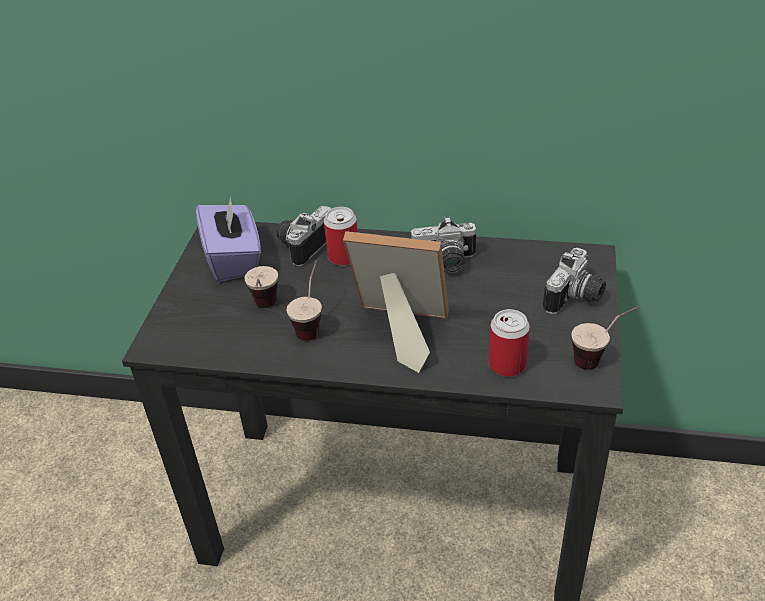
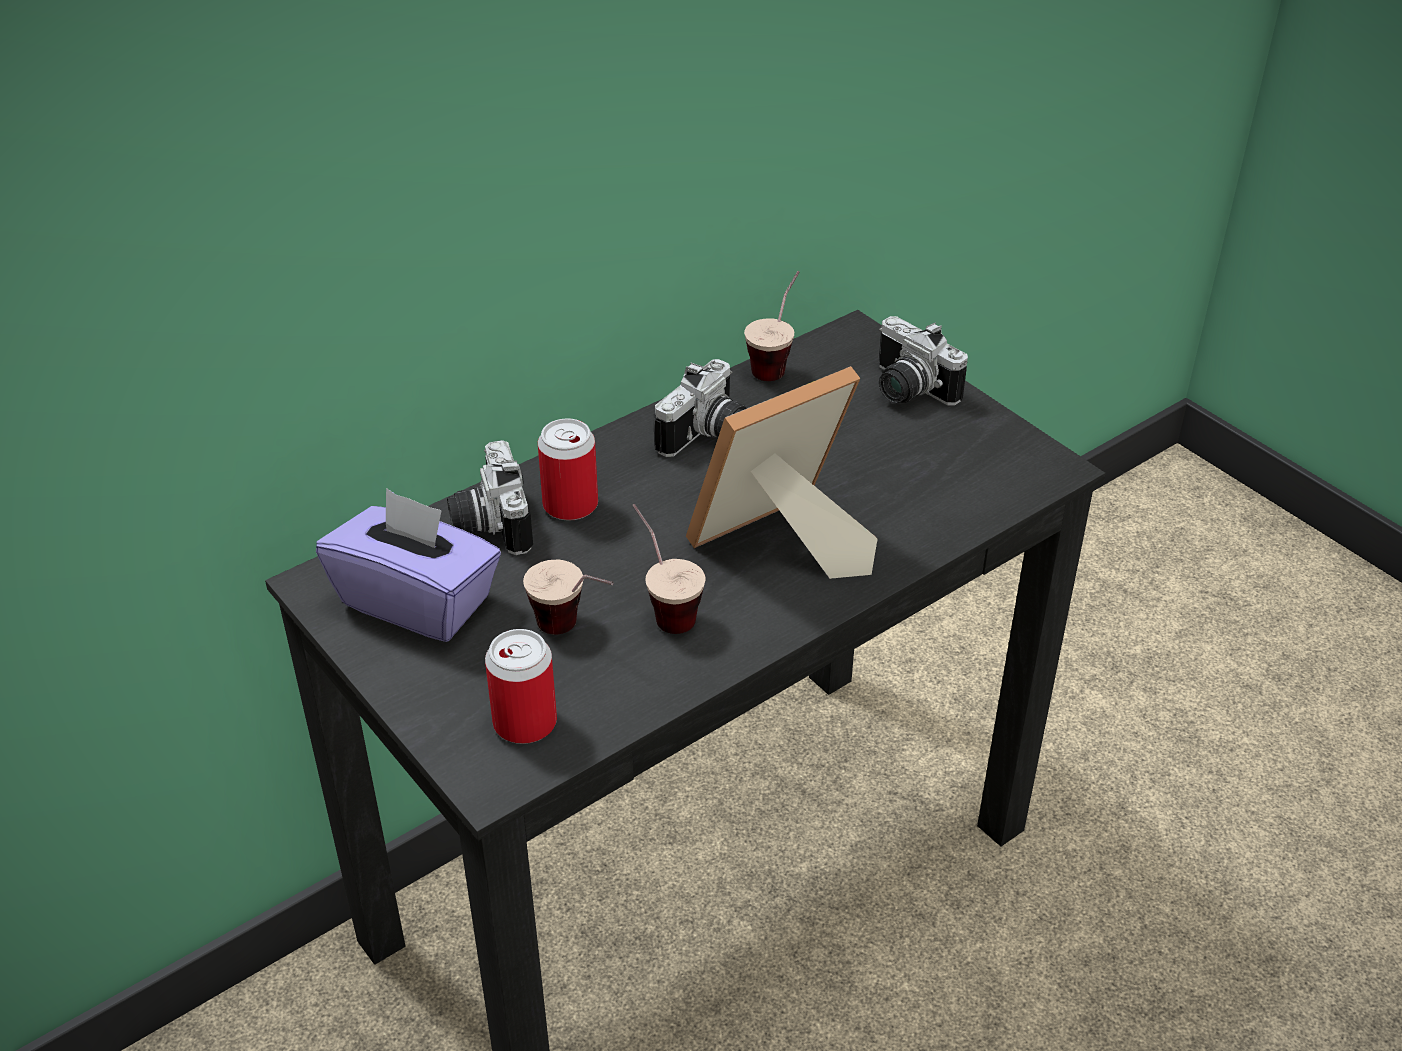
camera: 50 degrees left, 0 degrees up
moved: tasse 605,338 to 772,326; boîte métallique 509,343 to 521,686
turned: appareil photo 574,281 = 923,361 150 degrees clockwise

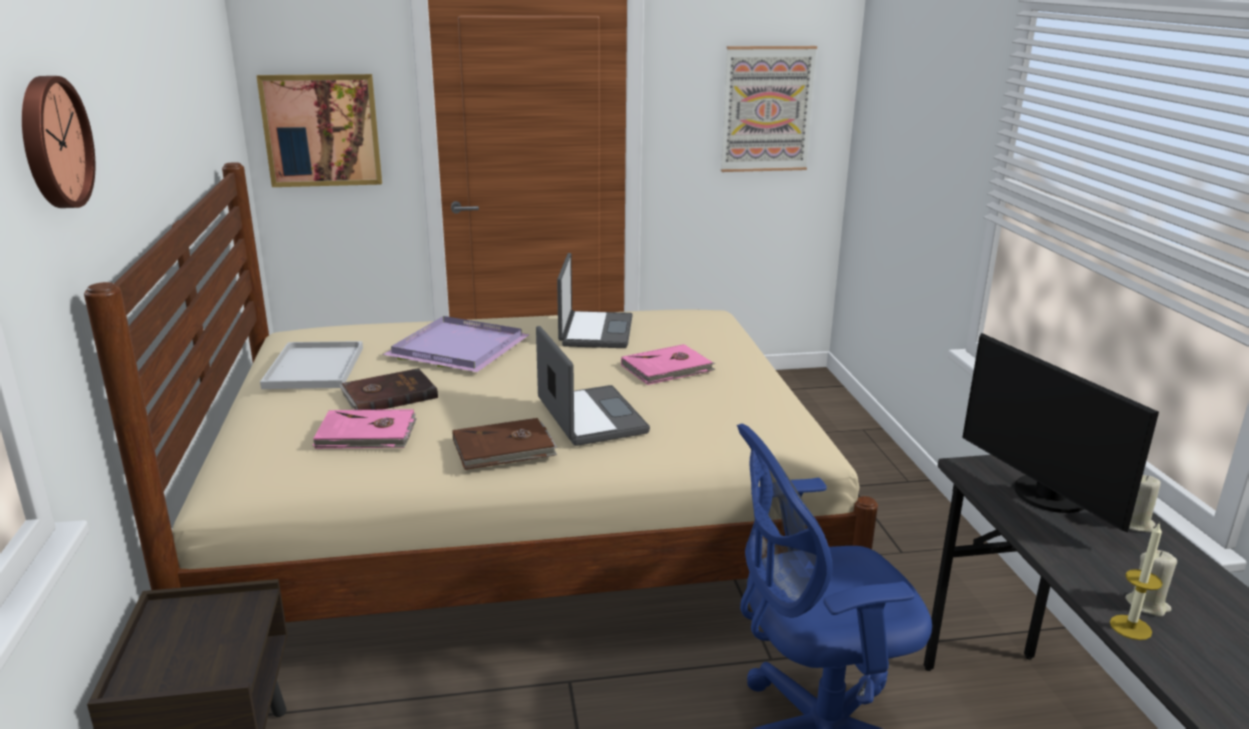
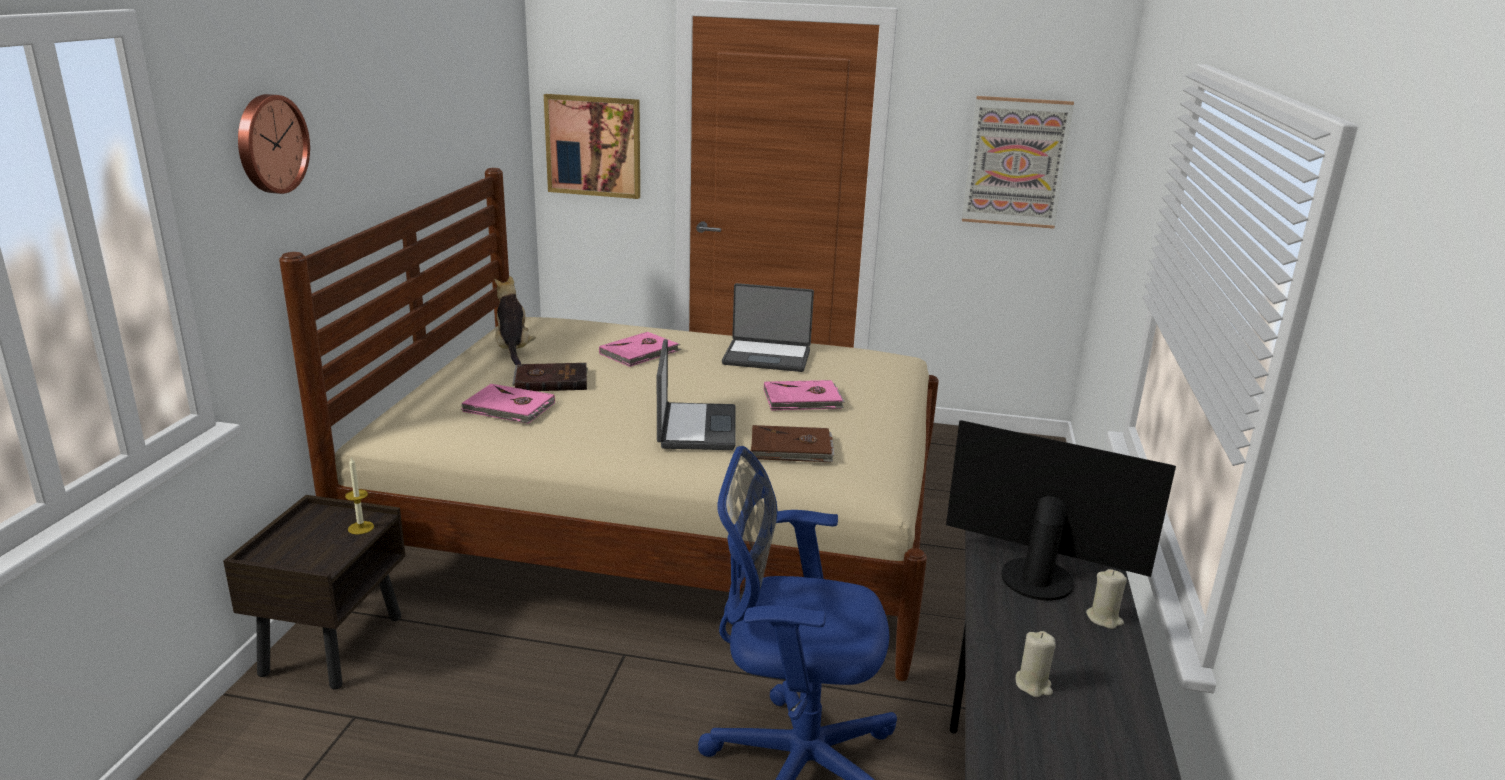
camera: 20 degrees right, 0 degrees up
moved: livre [marron] 505,444 to 792,443; bougie 1136,581 to 359,496
replaced: plateau [violet] 456,344 to livre [rose] 640,349; plateau [blanc] 311,365 to peluche 515,320
turned: ordinateur portable 595,300 = 768,327 75 degrees clockwise; écran d'ordinateur 1060,432 = 1061,510 120 degrees clockwise

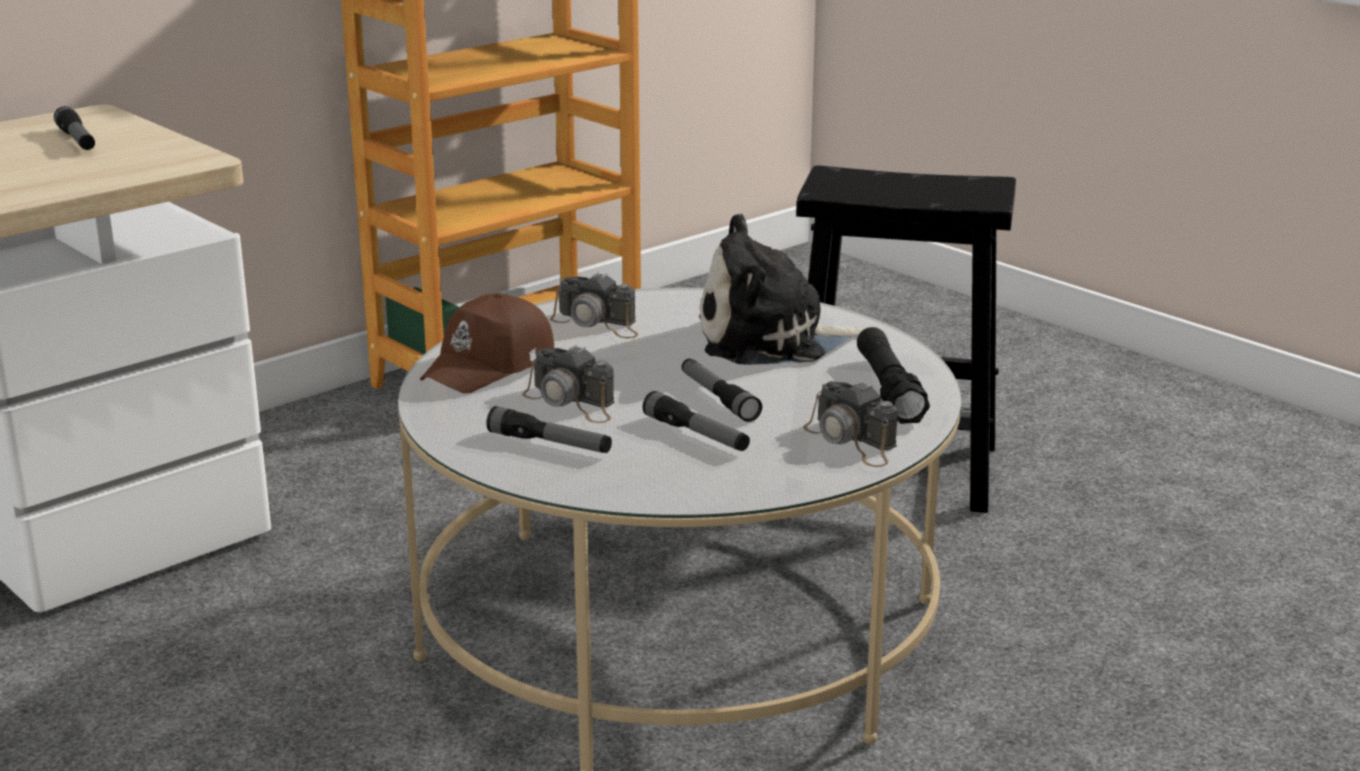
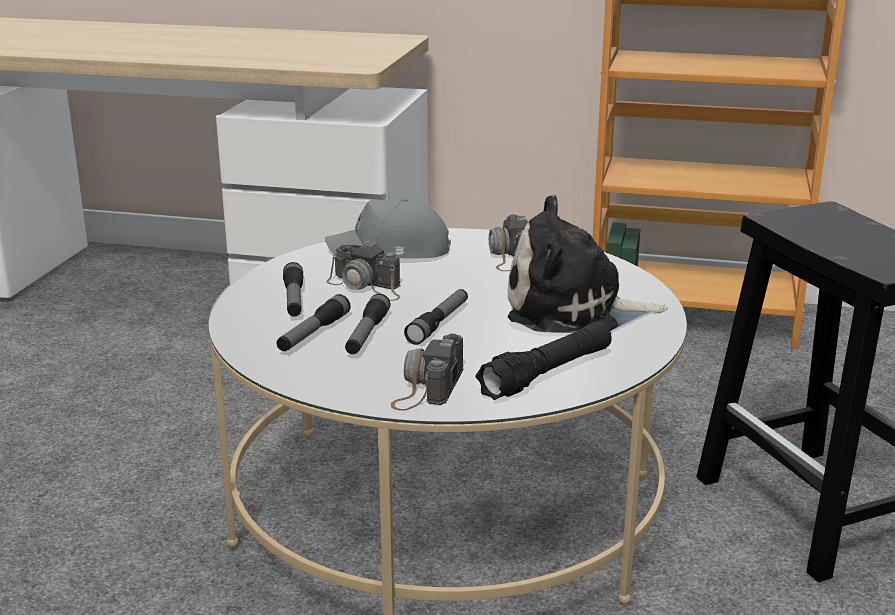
camera: 55 degrees right, 0 degrees up
moved: lampe de poche 74,128 to 314,322
recoloured: casquette [marron] 487,343 to casquette [gris] 388,228
turned: peluche 782,289 = 588,264 45 degrees counterclockwise; appareil photo 568,384 = 363,271 60 degrees counterclockwise

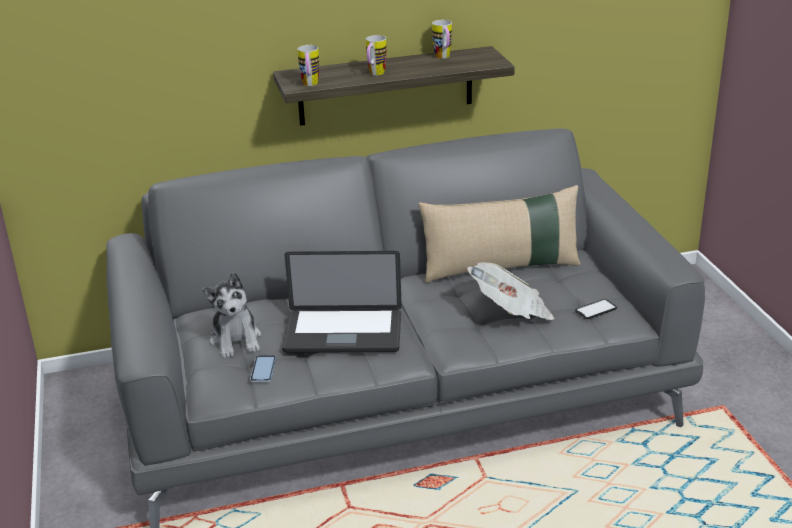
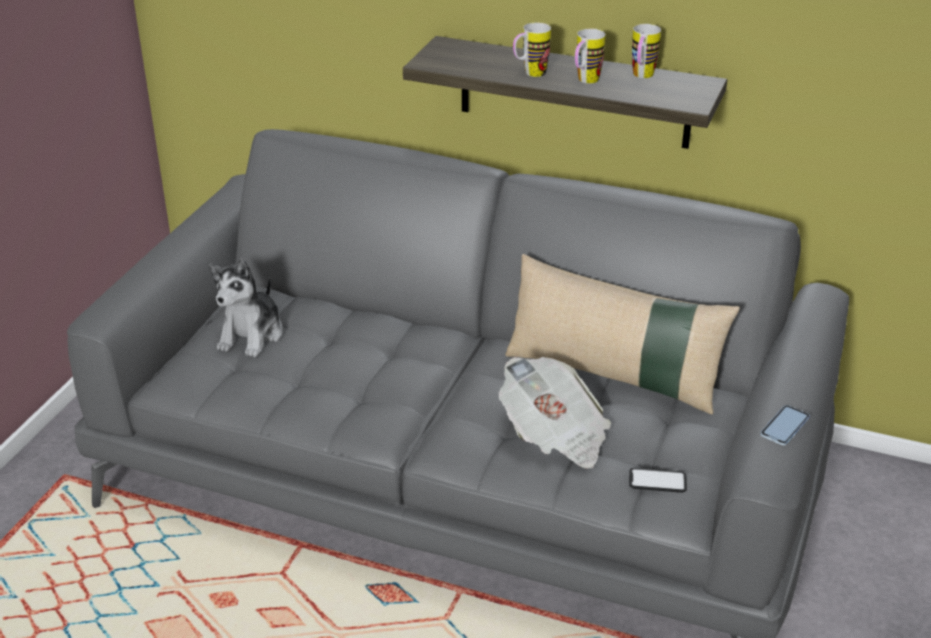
camera: 35 degrees right, 5 degrees up
removed: ordinateur portable 342,302
moved: mug 308,65 to 590,56; téléphone 263,368 to 785,425

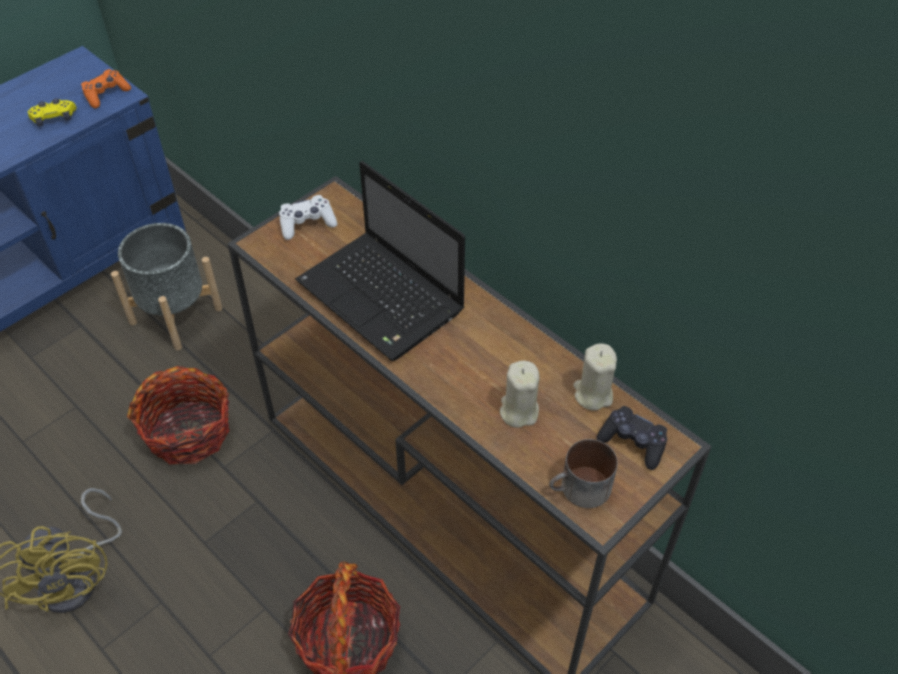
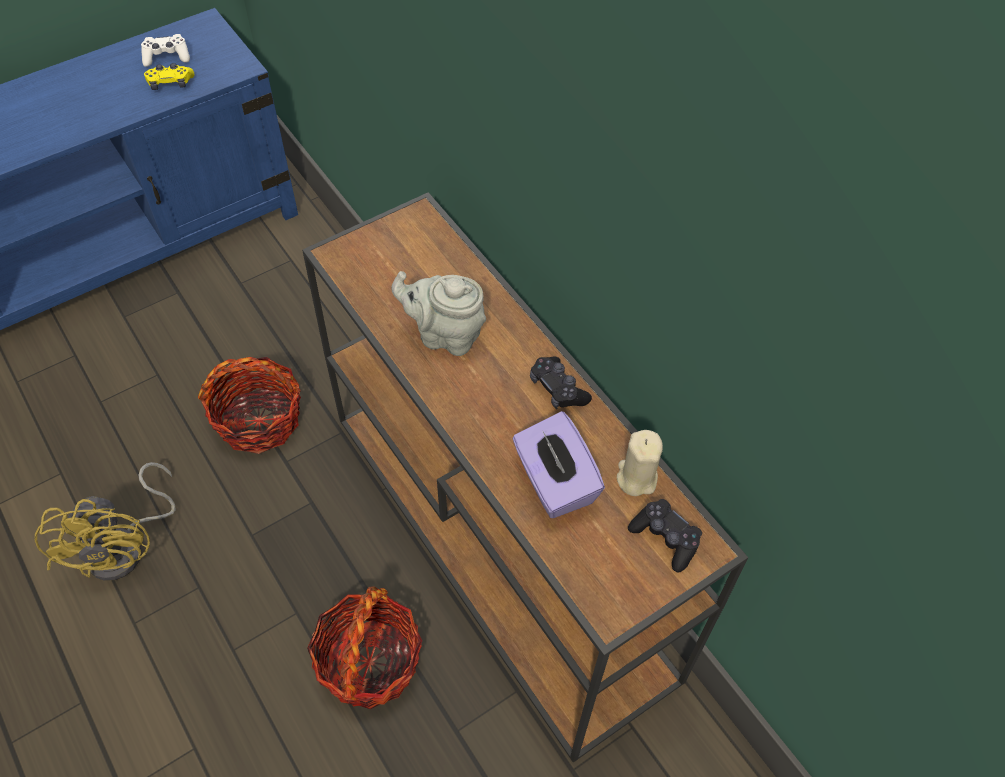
camera: 10 degrees right, 5 degrees up
removed: manette [orange] 106,88; cache-pot [gris] 166,286; mug 583,473
added: manette [noir] 561,383
moved: manette [blanc] 308,217 to 165,50
replaced: ordinateur portable 380,261 to théière [gris] 438,313; bougie [beige] 519,394 to boîte à mouchoirs [violet] 558,464

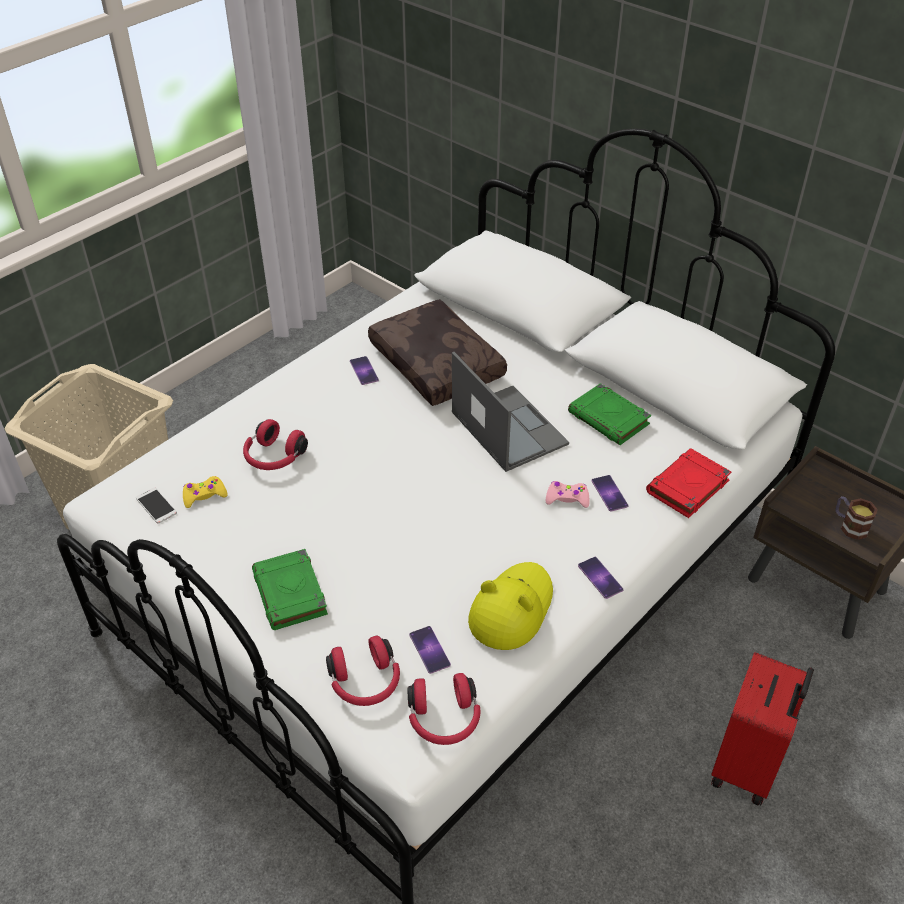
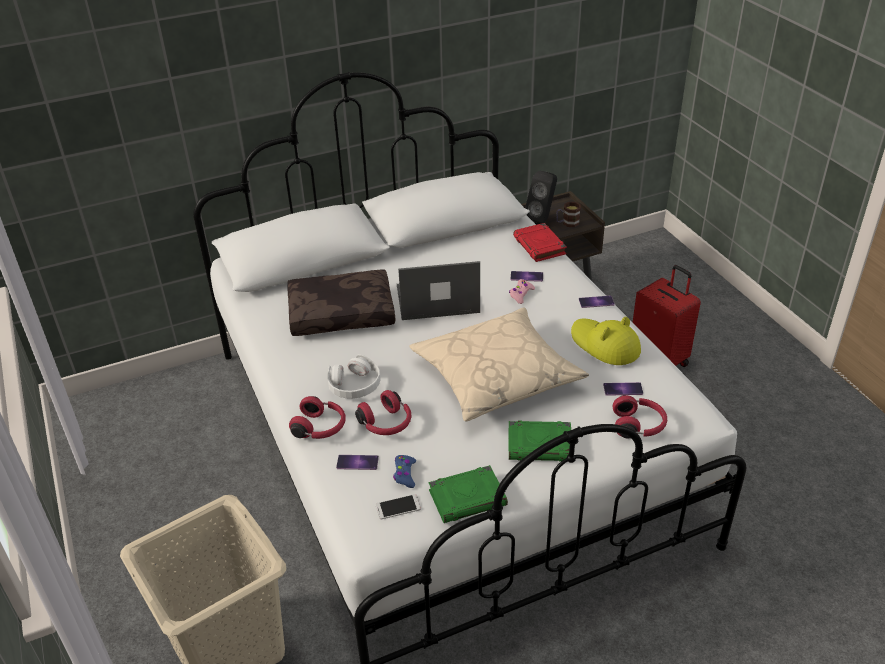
camera: 65 degrees left, 5 degrees down
added: enceinte [noir] 541,198; coussin [beige] 499,364; casque audio [blanc] 353,376
moved: téléphone 364,370 to 357,462; livre [vert] 609,414 to 468,494; casque audio [rouge] 444,709 to 317,417
recoloured: manette [jaune] 205,492 to manette [bleu] 404,471

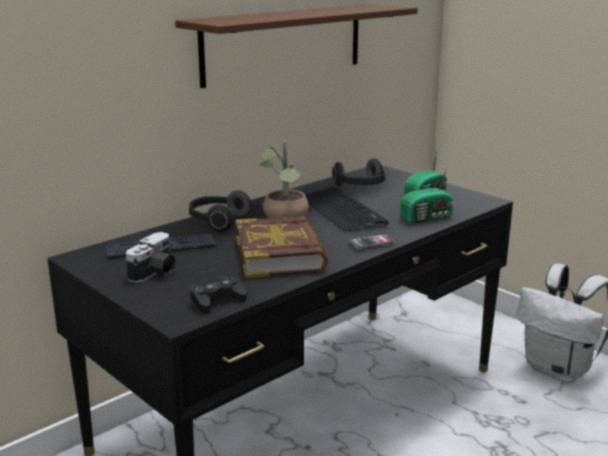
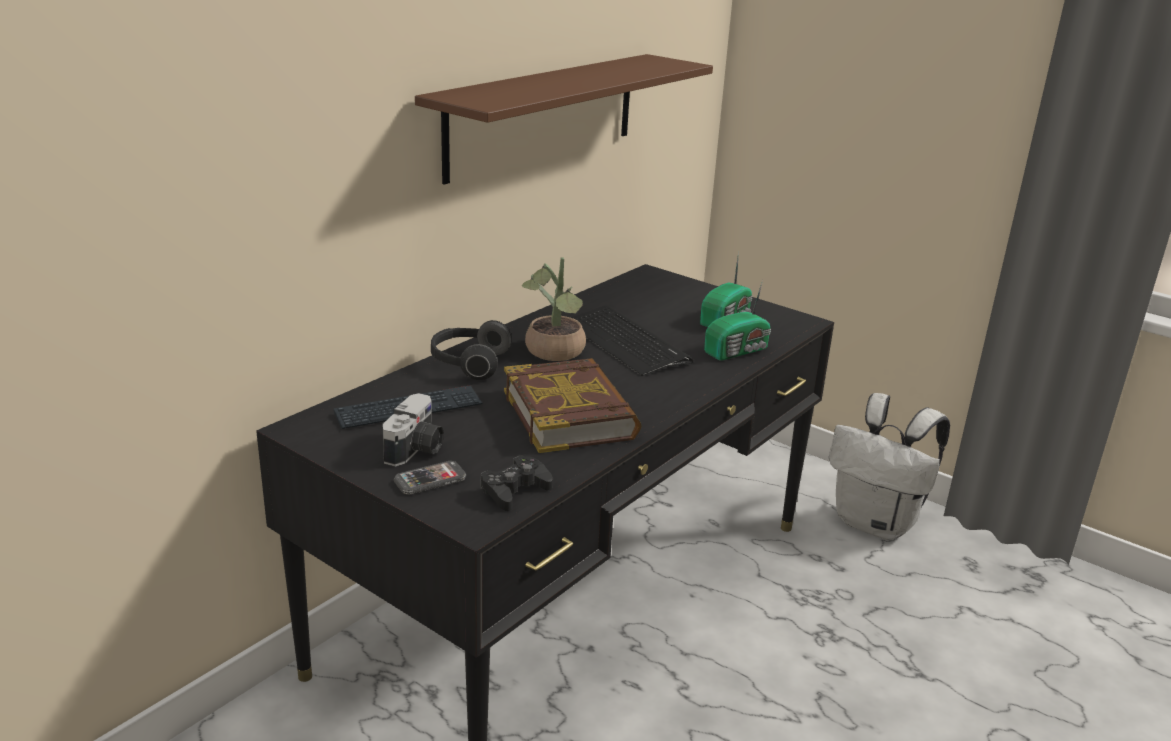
camera: 10 degrees left, 5 degrees up
removed: casque audio 358,172
moved: téléphone 371,242 to 430,478

